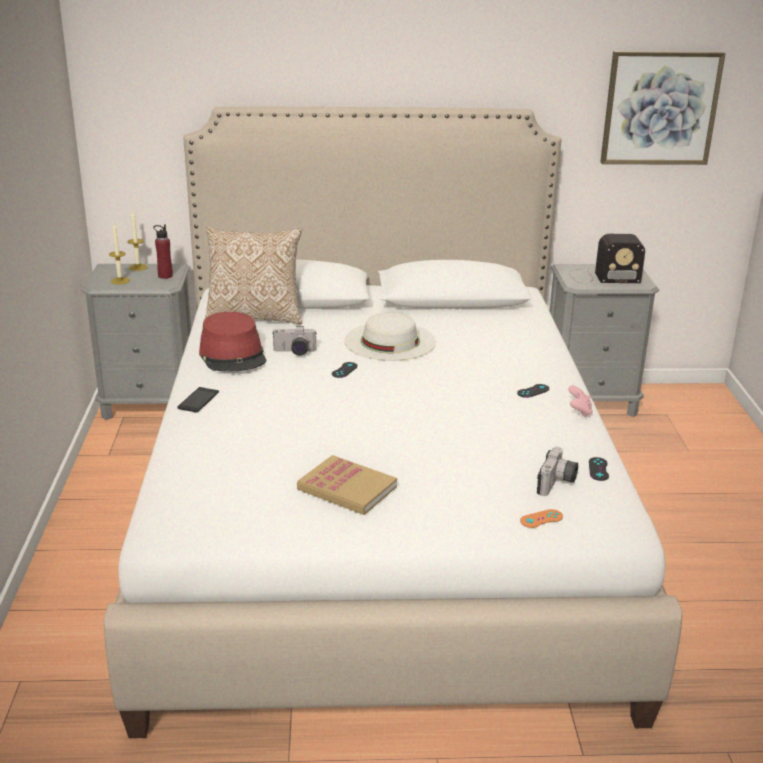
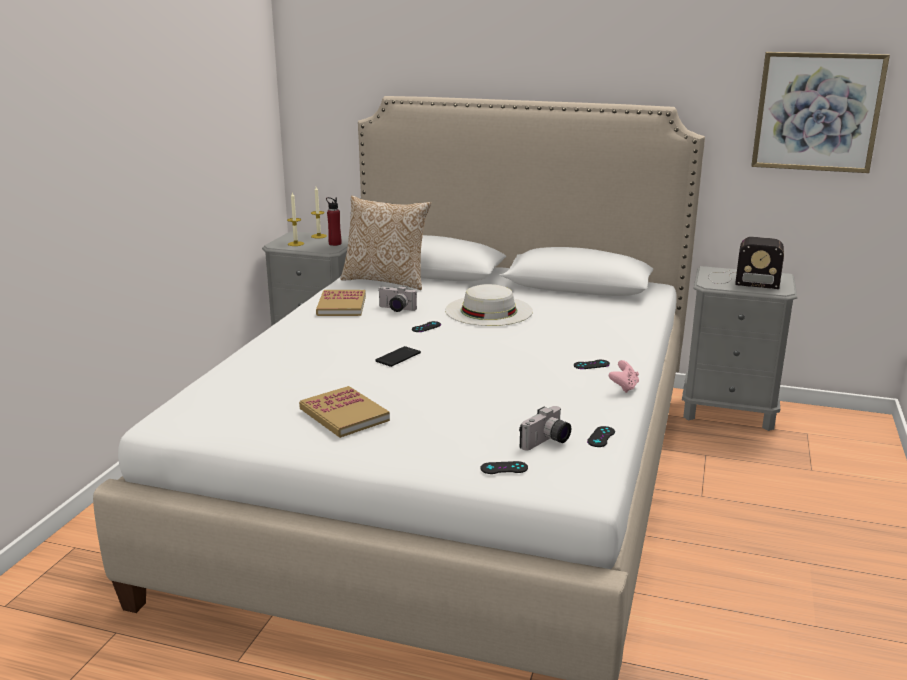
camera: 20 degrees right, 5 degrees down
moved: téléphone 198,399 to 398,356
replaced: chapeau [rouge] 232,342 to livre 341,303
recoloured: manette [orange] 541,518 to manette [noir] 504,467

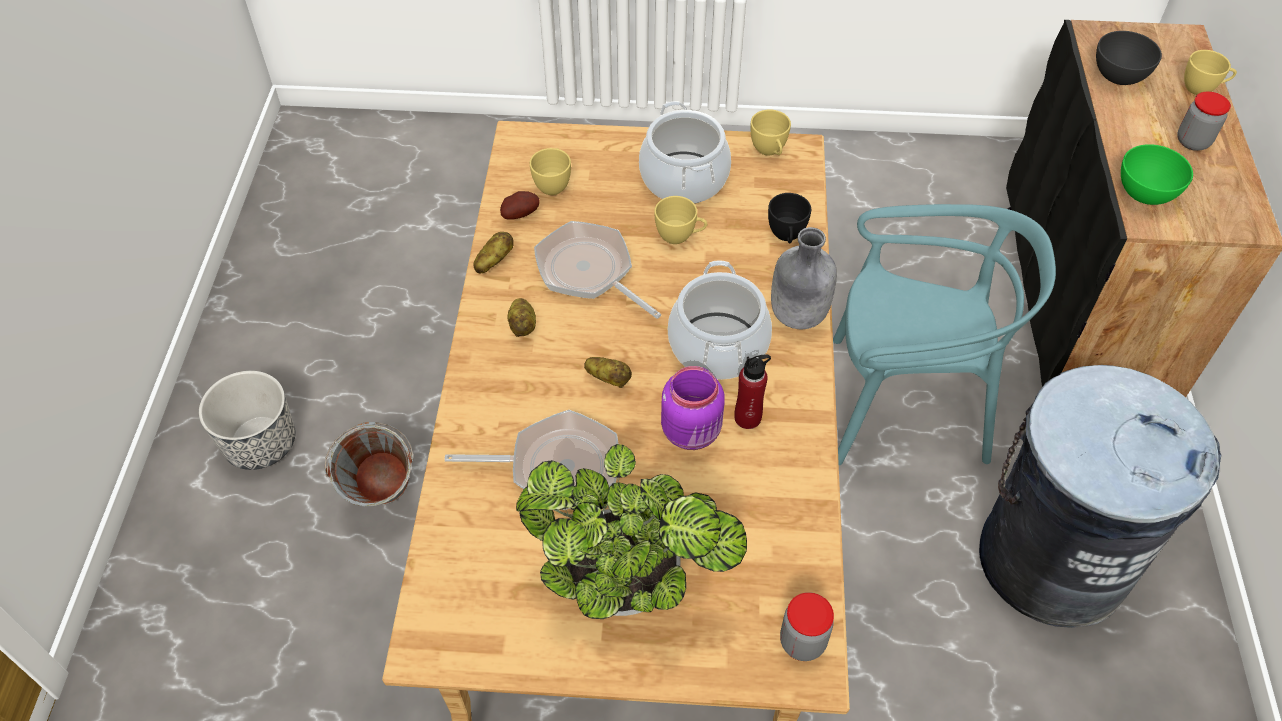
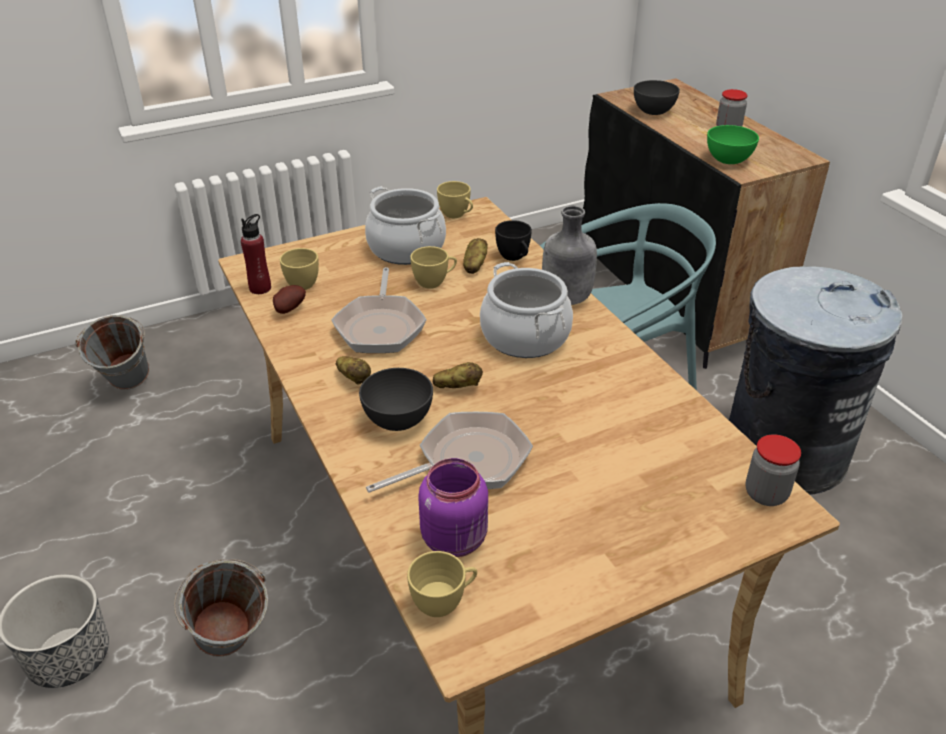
camera: 30 degrees left, 15 degrees down
removed: plante en pot 631,531
added: seau [gris] 112,352; bol [gris] 396,399
moved: tasse [jaune] 1210,72 to 442,584; pomme de terre 493,252 to 475,256; bouteille [rouge] 752,391 to 256,254; bocal [violet] 693,408 to 453,507
turned: poêle 597,270 = 379,310 105 degrees counterclockwise

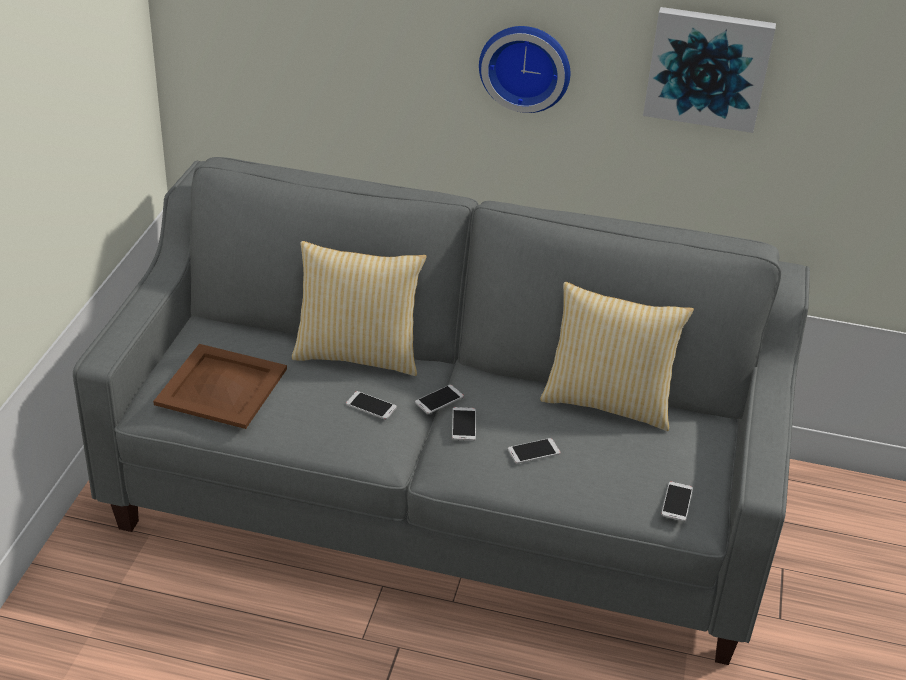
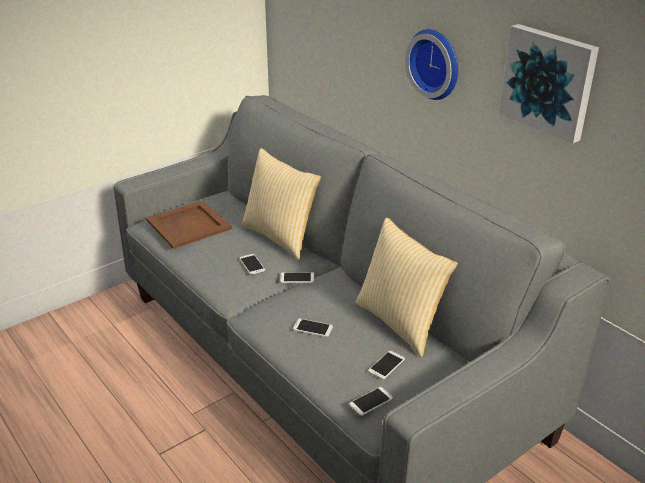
camera: 40 degrees right, 5 degrees down
moved: téléphone 464,424 to 386,365

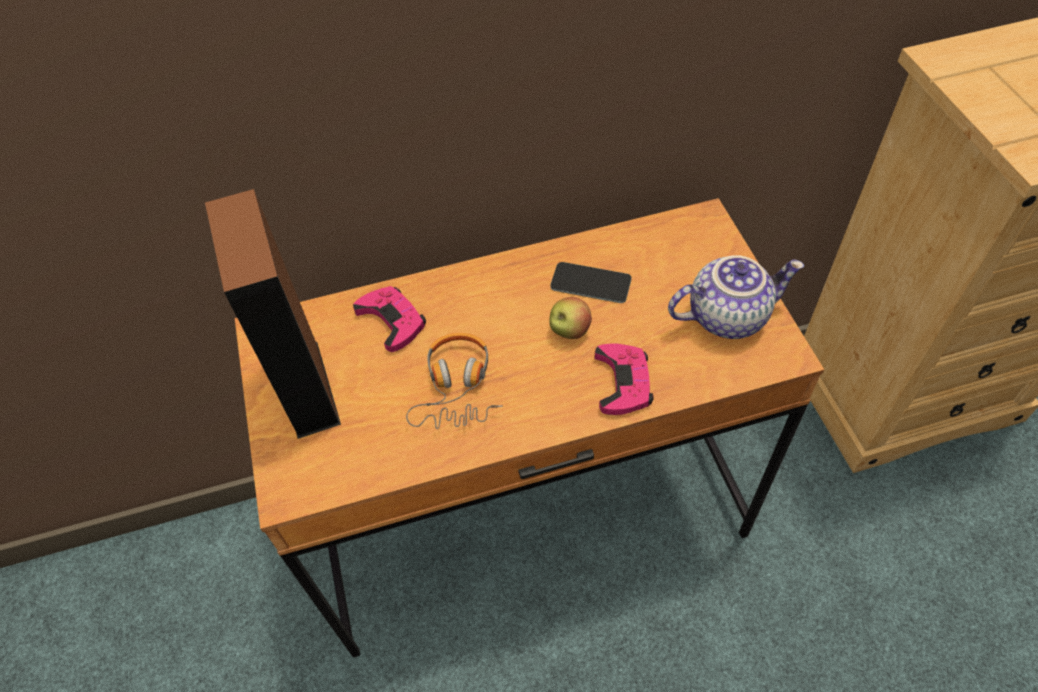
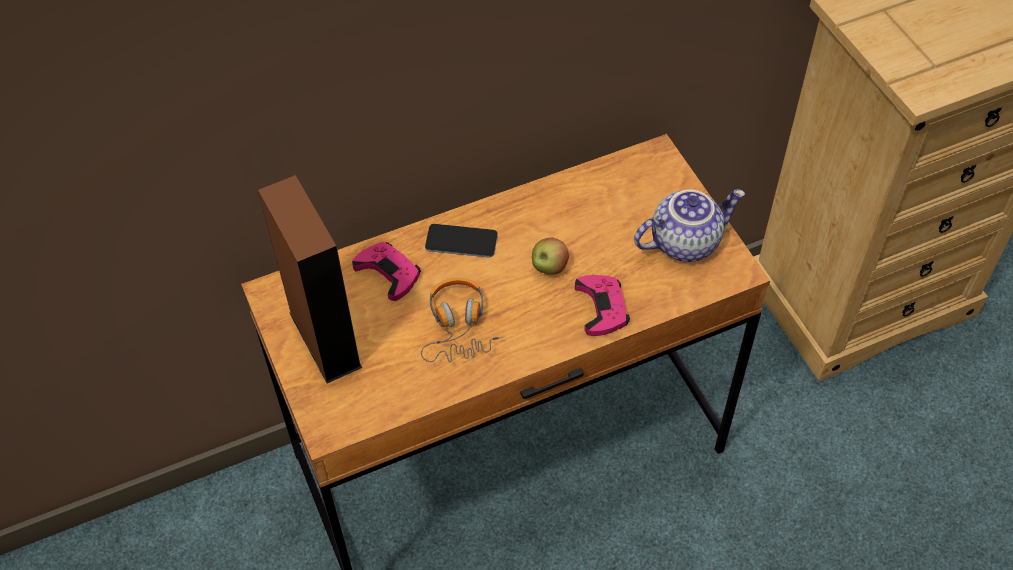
camera: 10 degrees left, 0 degrees up
moved: téléphone 591,282 to 461,240

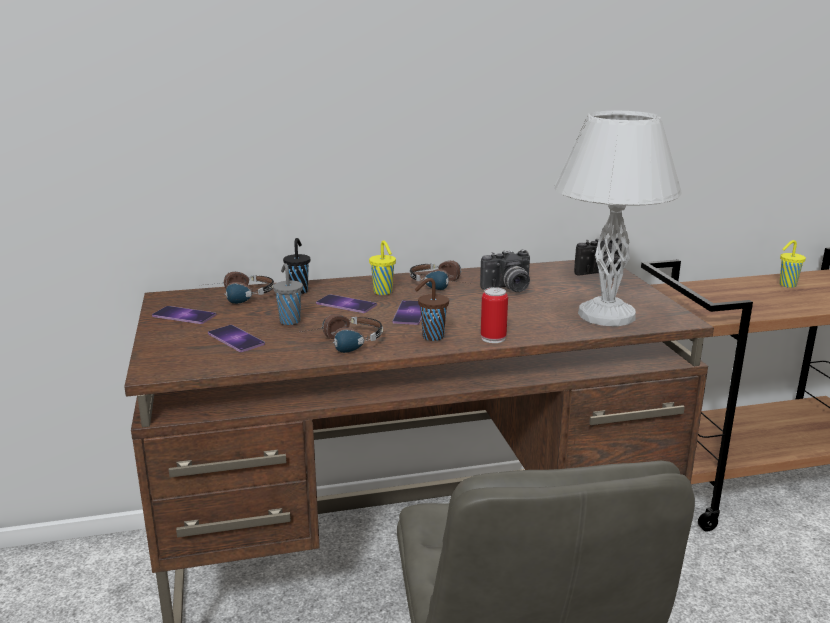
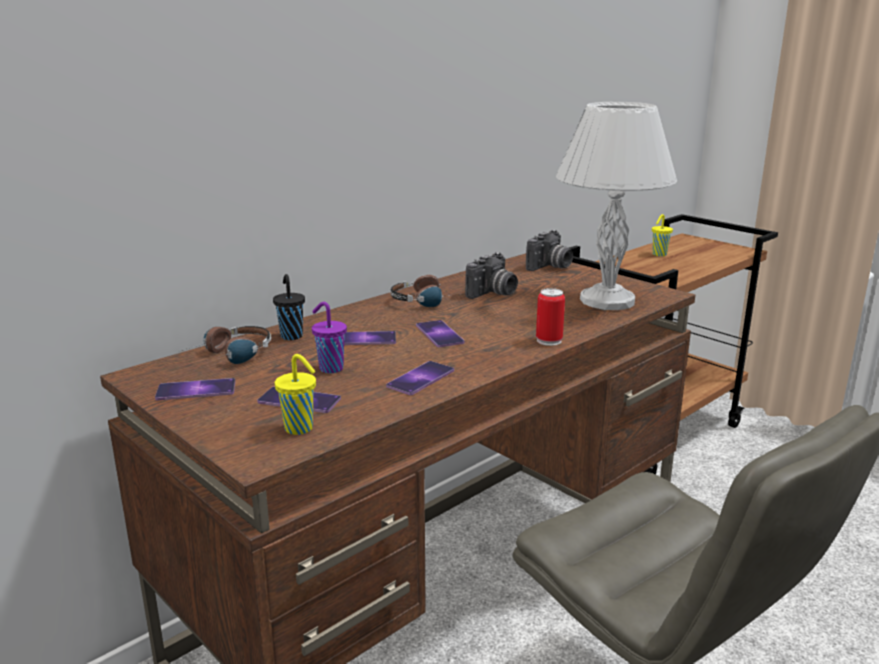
camera: 30 degrees left, 0 degrees up
removed: tasse [marron] 432,309
moved: tasse [jaune] 382,267 to 295,394
replaced: casque audio 340,333 to téléphone 420,378
recoloured: tasse [gris] 288,294 to tasse [violet] 329,337

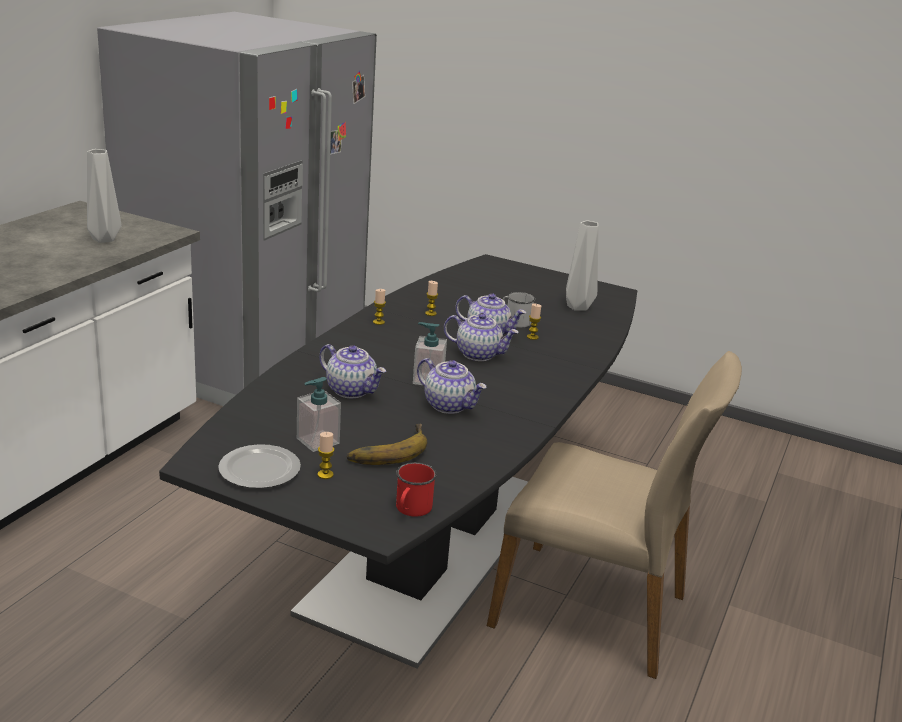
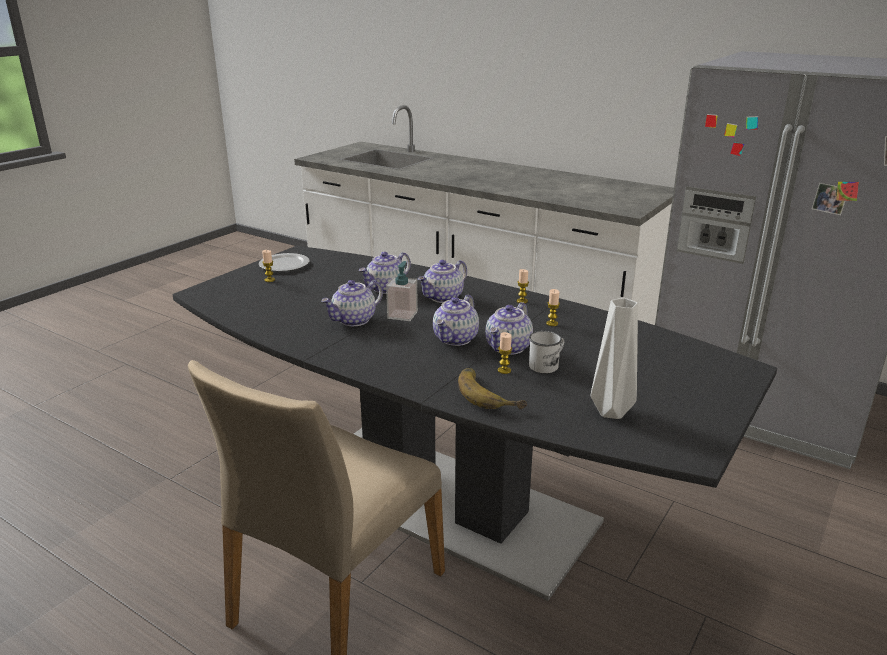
camera: 100 degrees right, 0 degrees up
removed: vase [gris] 104,196; distributeur de savon 319,414; mug [rouge] 416,489
added: théière 442,281
moved: banane 387,444 to 492,388

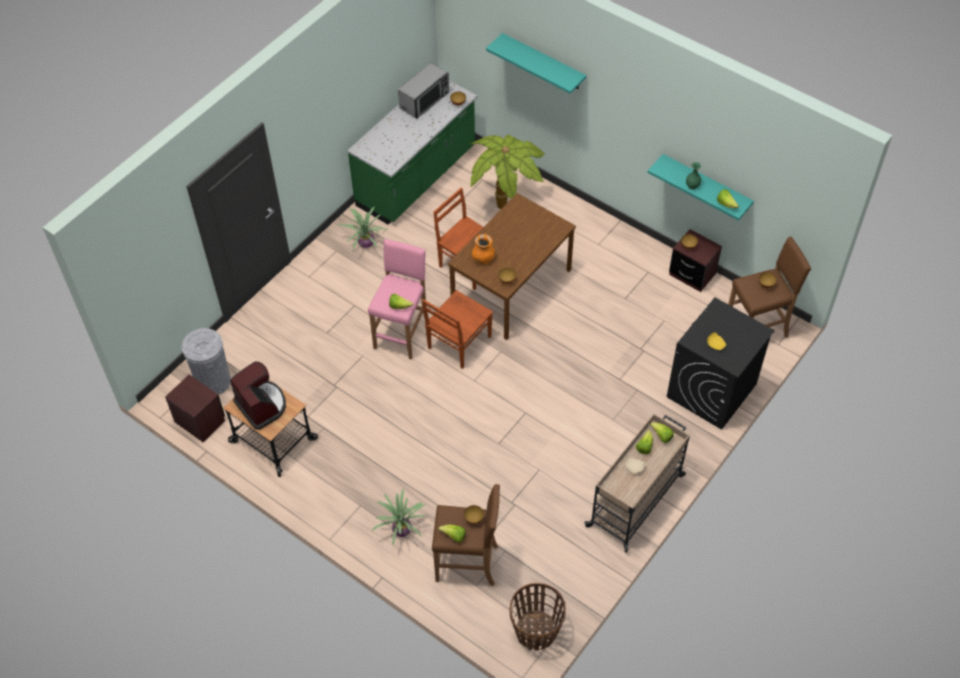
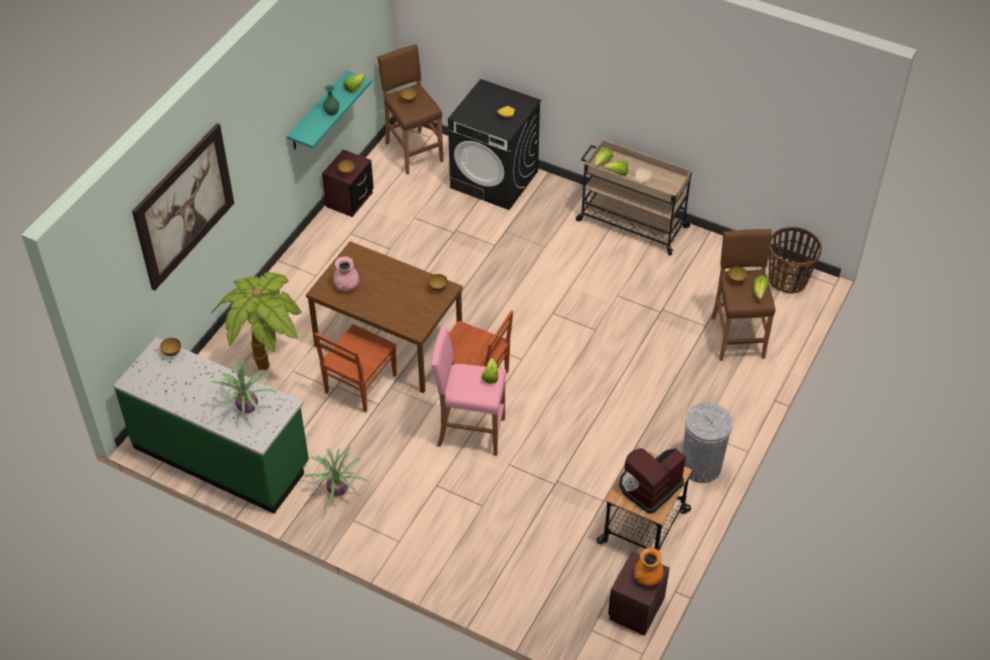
camera: 100 degrees left, 5 degrees down
removed: micro-ondes 423,91
added: vase [rose] 346,273
moved: vase [orange] 483,249 to 649,566; poubelle [gris] 206,361 to 707,443; plante en pot 398,516 to 244,387
replaced: étagère [turquoise] 536,63 to tableau 183,207

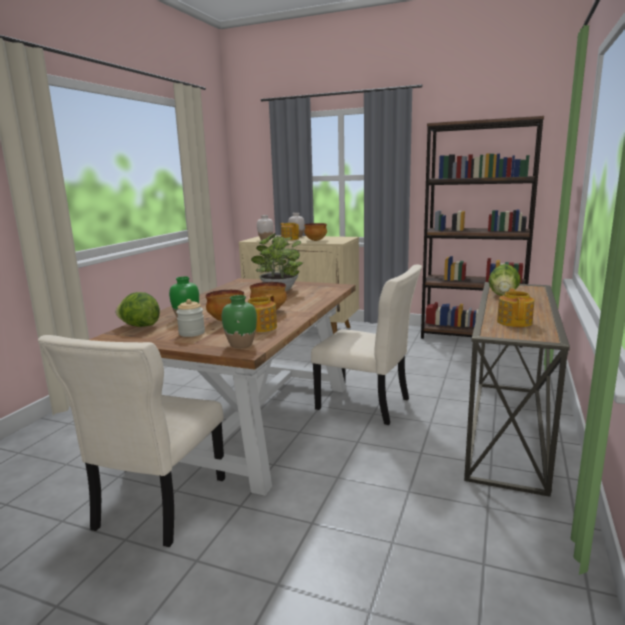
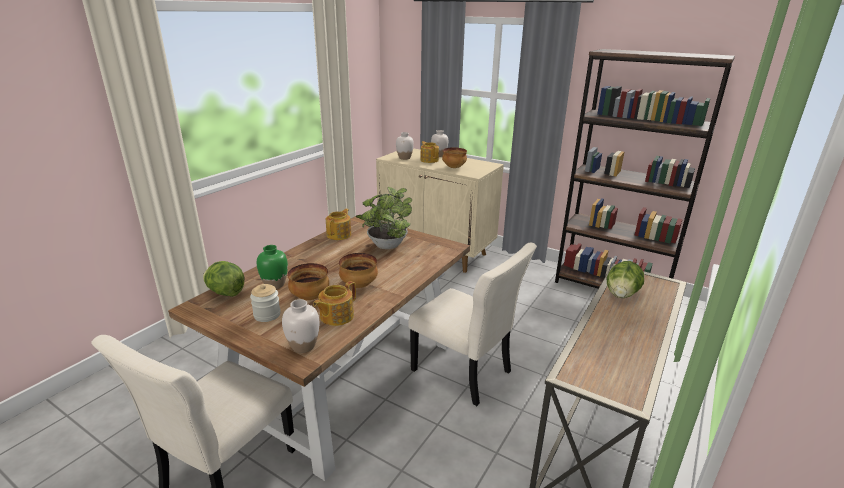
camera: 10 degrees right, 10 degrees up
moved: théière 515,308 to 338,224
recoloured: vase [vert] 239,321 to vase [blanc] 300,326

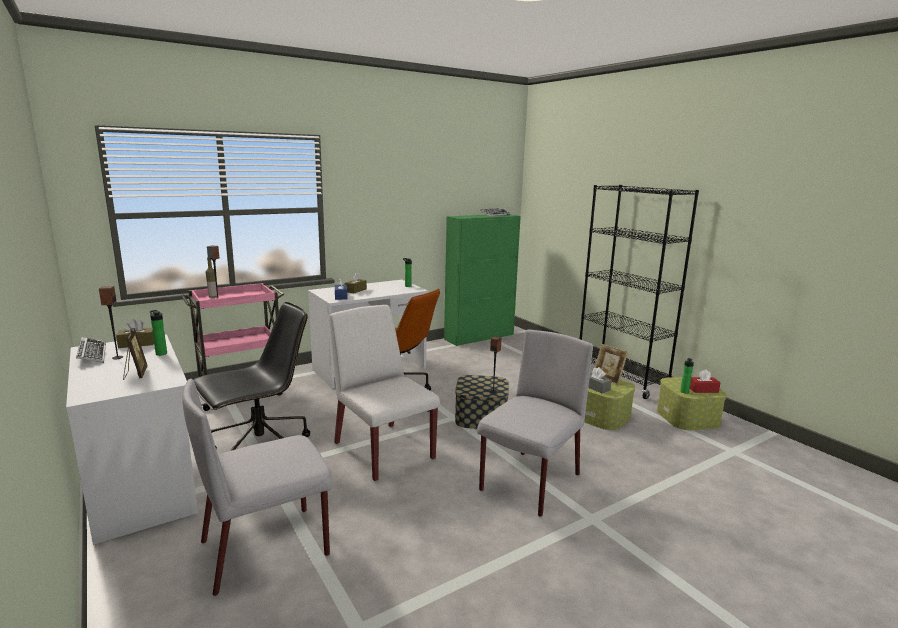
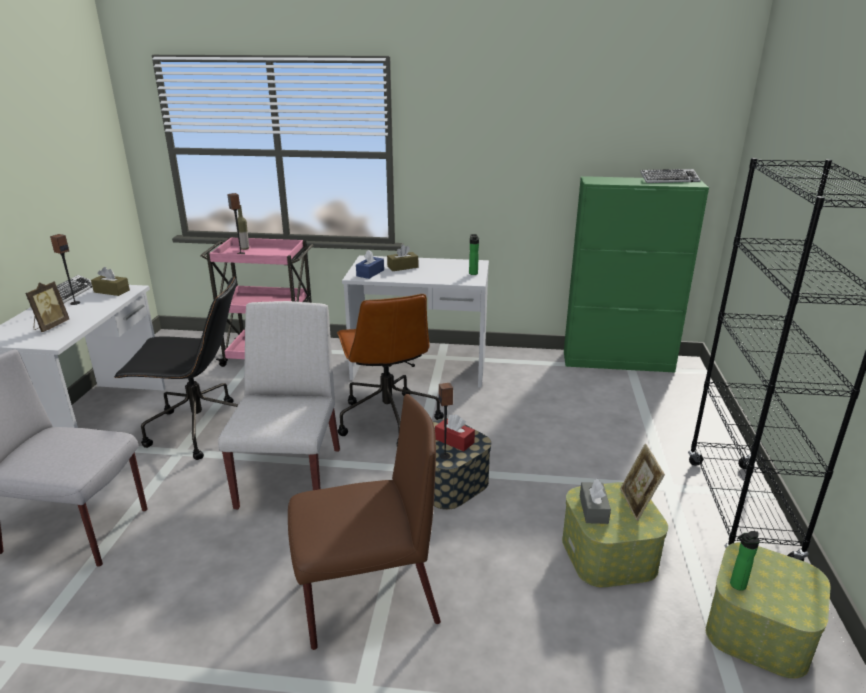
camera: 40 degrees right, 10 degrees up
removed: bouteille 158,333
moved: boîte à mouchoirs [rouge] 705,381 to 455,432
recoloured: chaise [gris] 535,423 to chaise [marron] 364,522

